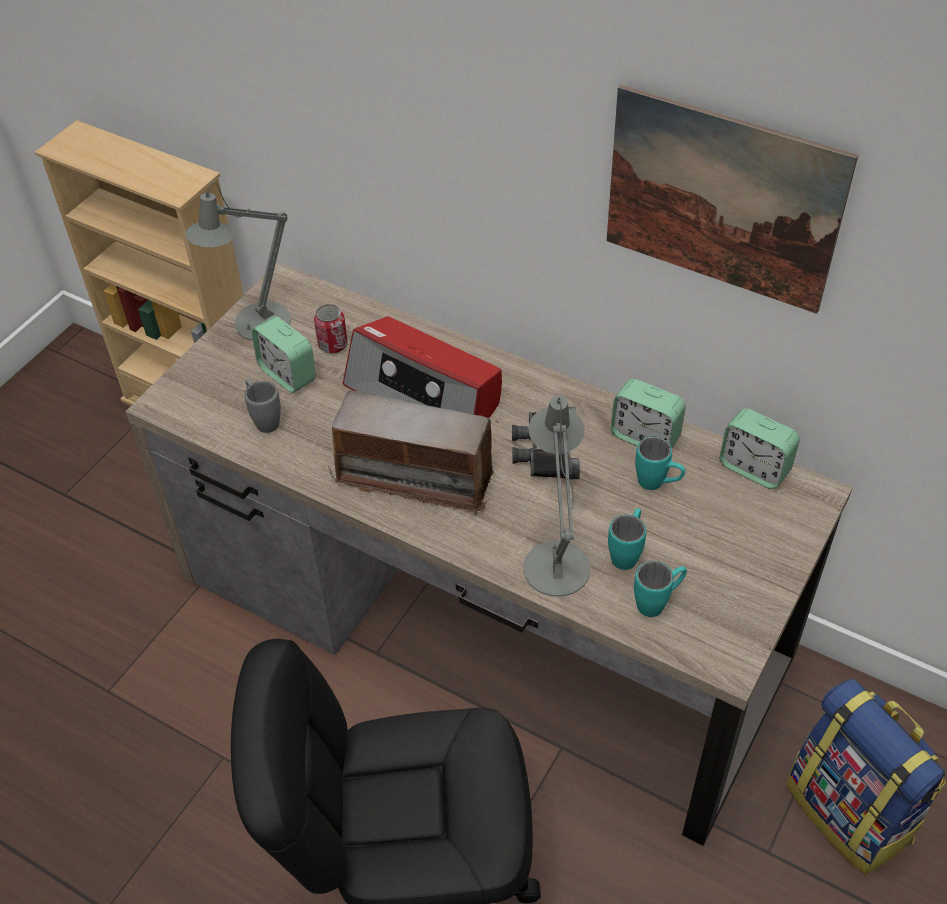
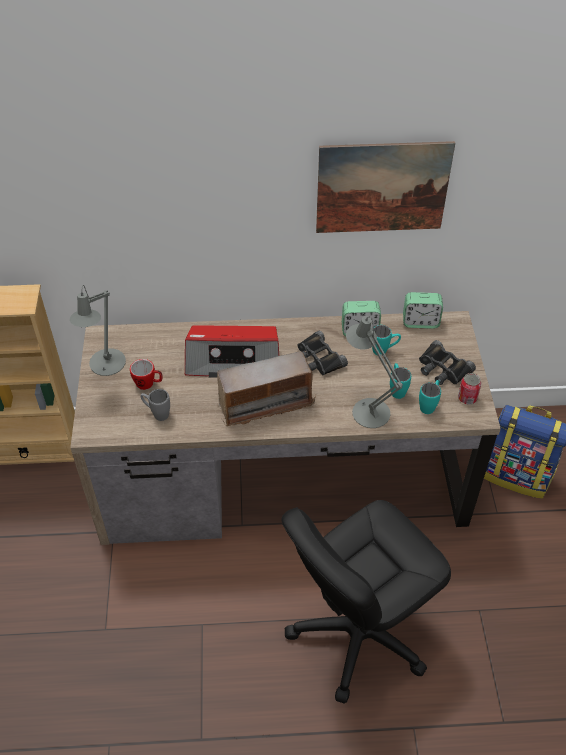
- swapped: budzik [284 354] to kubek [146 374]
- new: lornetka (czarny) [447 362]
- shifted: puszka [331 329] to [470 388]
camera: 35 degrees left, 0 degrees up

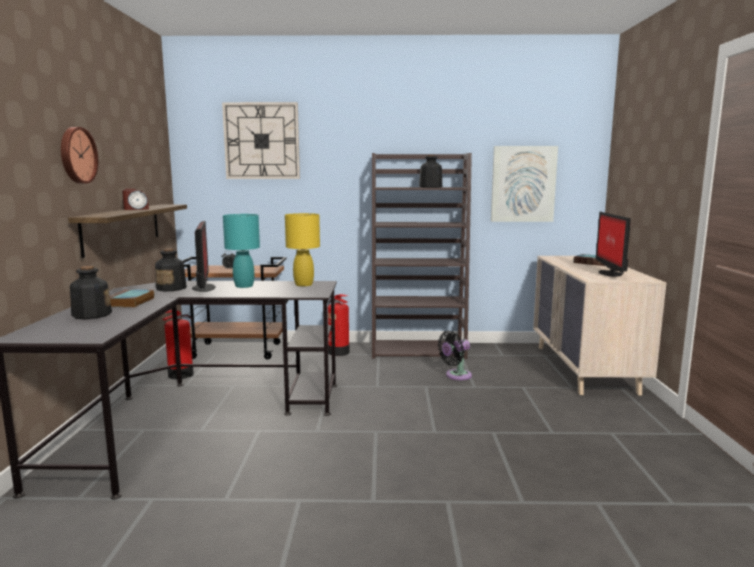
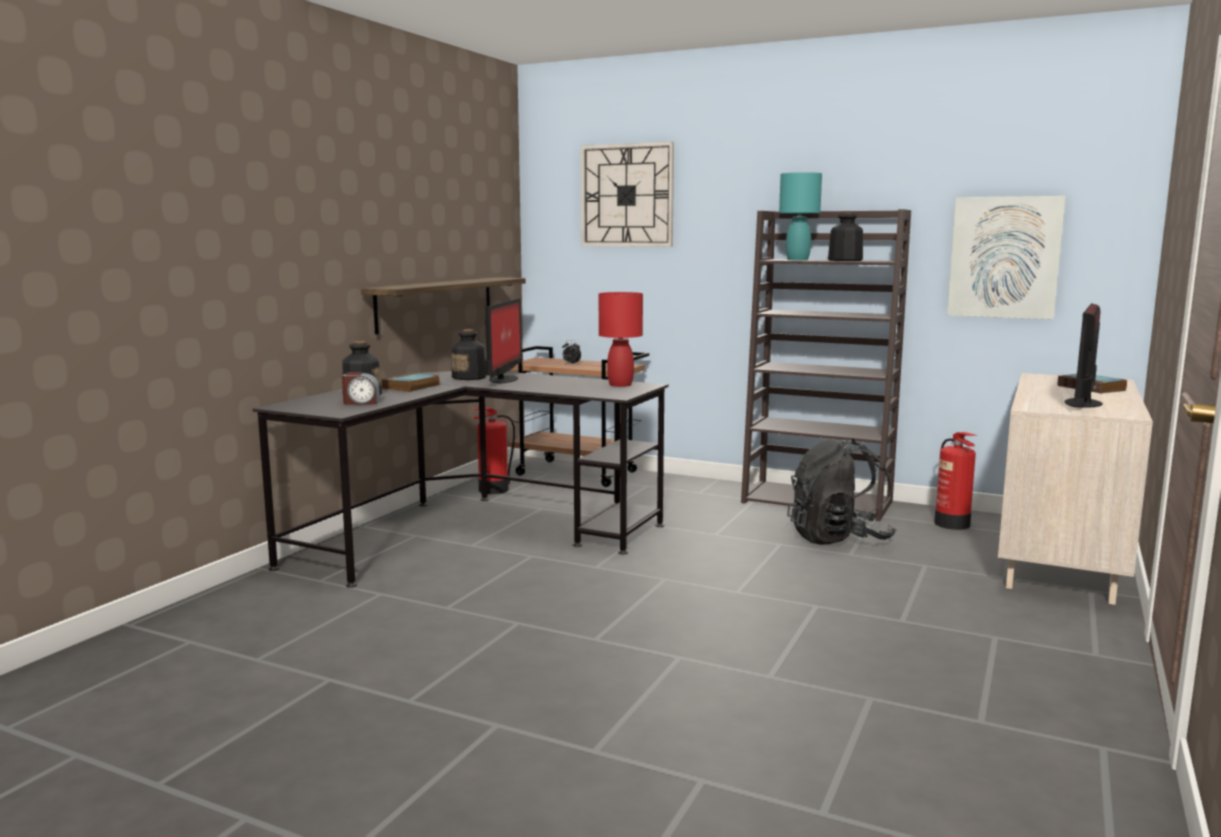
- shifted: budzik [135 199] to [361 388]
- repainted: lampa stołowa (żółty) [302 249] to lampa stołowa (czerwony) [621 339]
- shifted: lampa stołowa (turkusowy) [241 251] to [800 216]
- swapped: wentylator (czarny) [455 355] to plecak (czarny) [841 492]
- shifted: gaśnica [338 325] to [955 481]
- gone: zegar ścienny [80 155]
camera: 25 degrees right, 0 degrees up

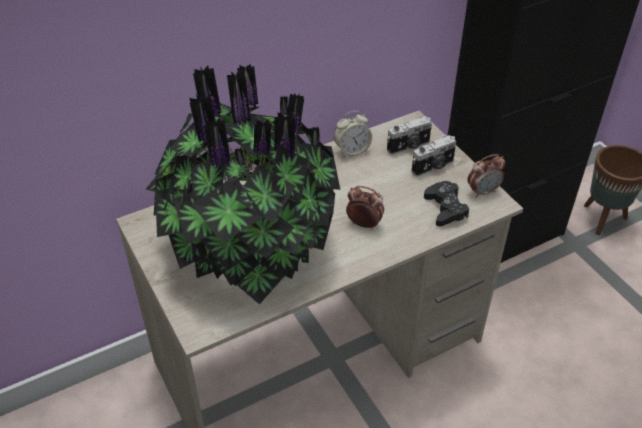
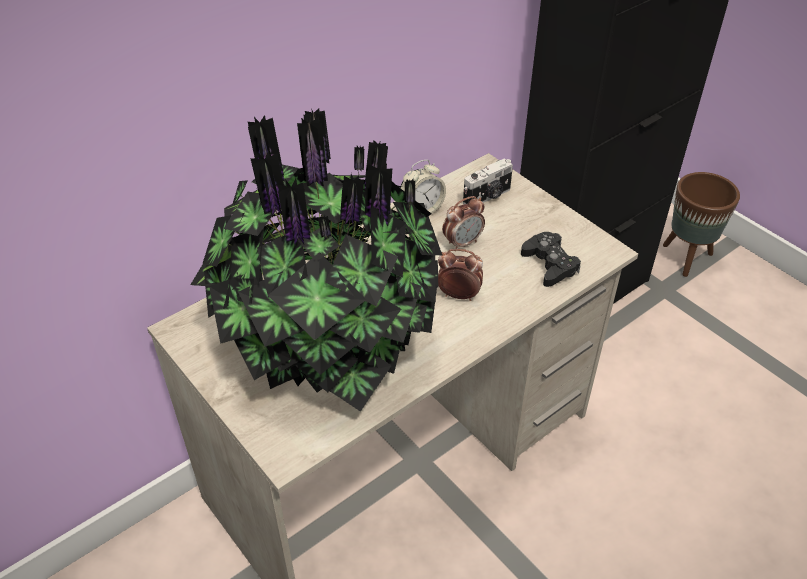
- shifted: budzik [486 176] to [463 222]
- gone: aparat fotograficzny [433 156]
camera: 10 degrees left, 0 degrees up

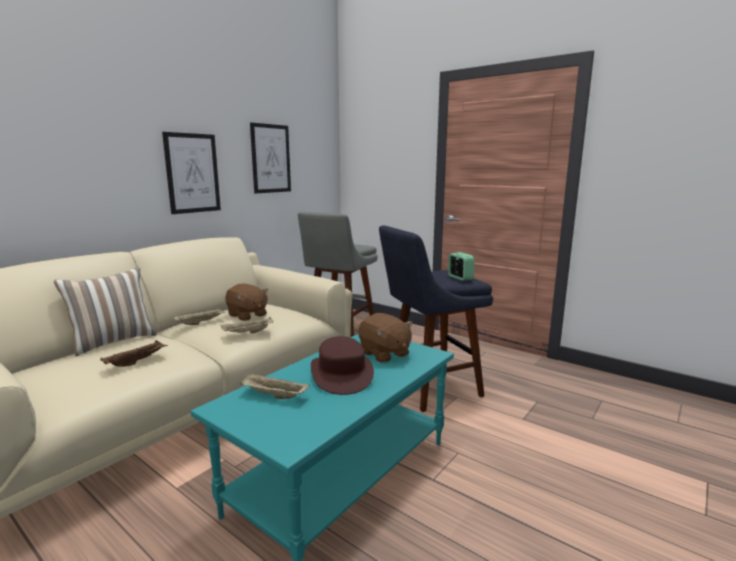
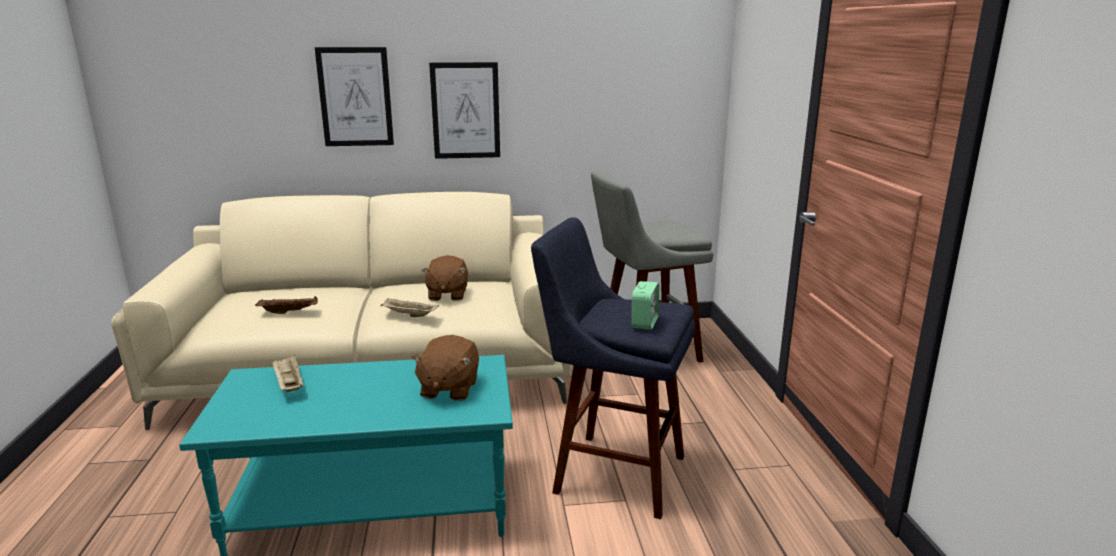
- shifted: obraz [270 158] to [354 96]
- gone: poduszka [105 311]
- gone: taca (beżowy) [199 316]
- gone: kapelusz (brązowy) [342 365]
camera: 45 degrees right, 5 degrees up

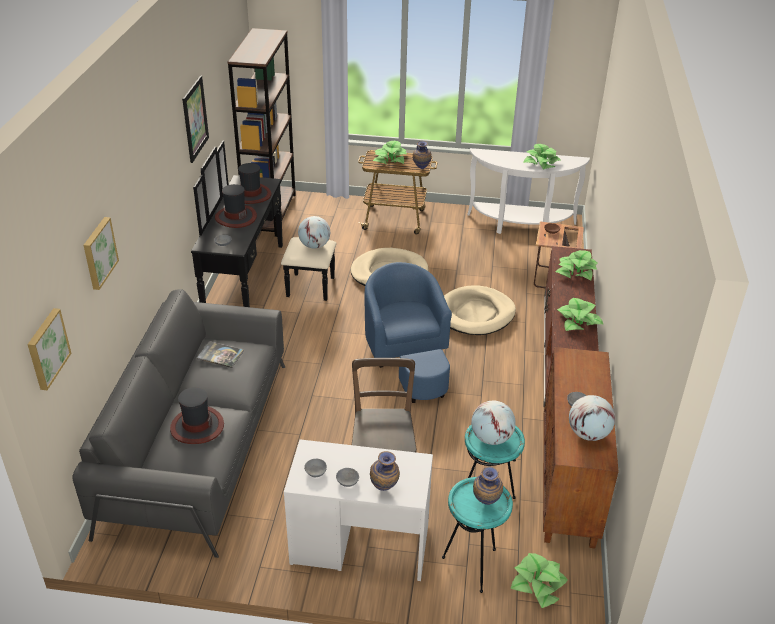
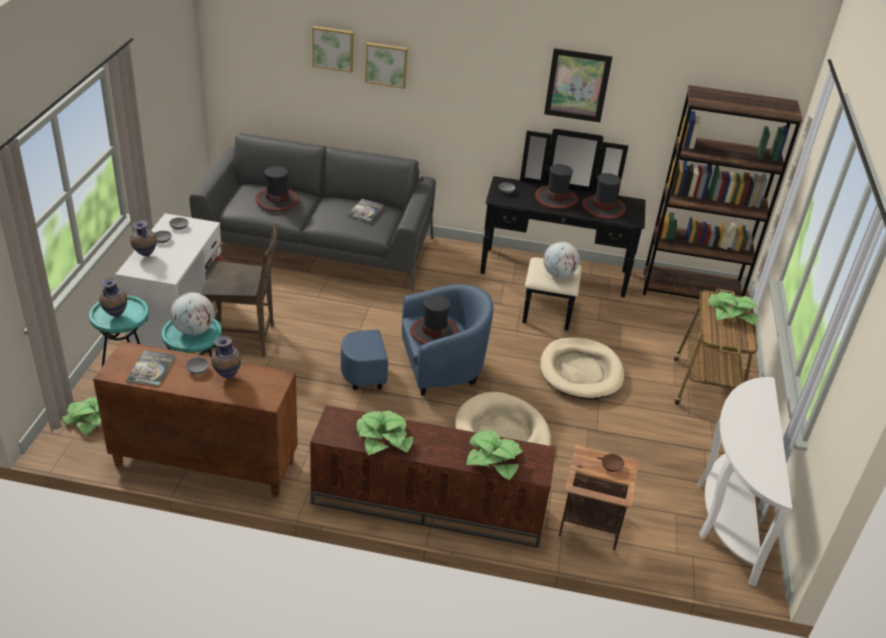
- swapped: globus [592 418] to książka [151 368]
- shifted: wazon [422 155] to [226 358]
- shifted: obraz [49 349] to [386 65]
- new: kapelusz [434 320]
- gone: roślina doniczkowa [542 156]
camera: 90 degrees right, 0 degrees up

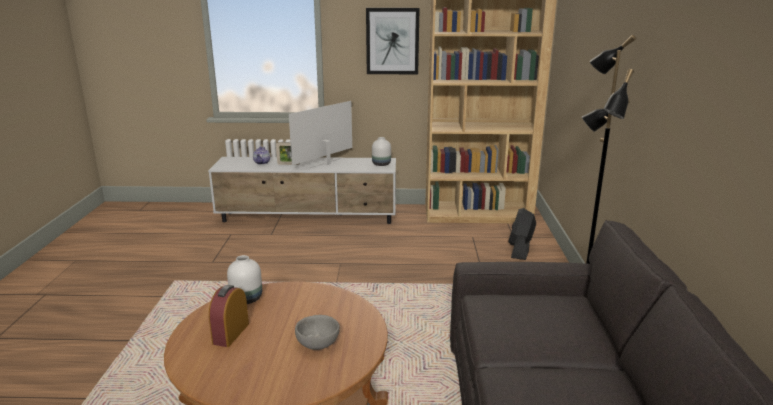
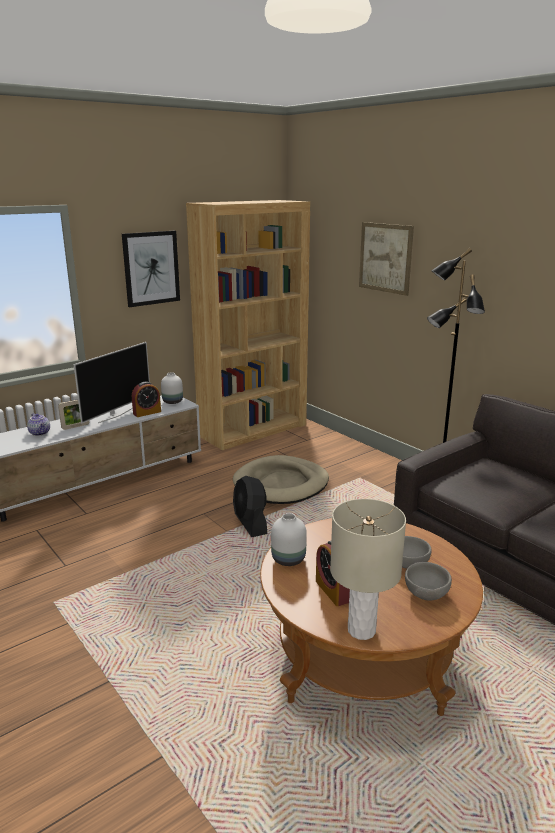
- rotated: telewizor [320 134] = [112 383] 150 degrees counterclockwise
- new: budzik [146 399]
- new: legowisko (beżowy) [281 479]
- shifted: wentylator (czarny) [522 234] to [250 506]
- new: lampa stołowa (beżowy) [368 569]
- new: obraz [386 259]
- new: miska (szary) [428 581]
camera: 40 degrees left, 0 degrees up

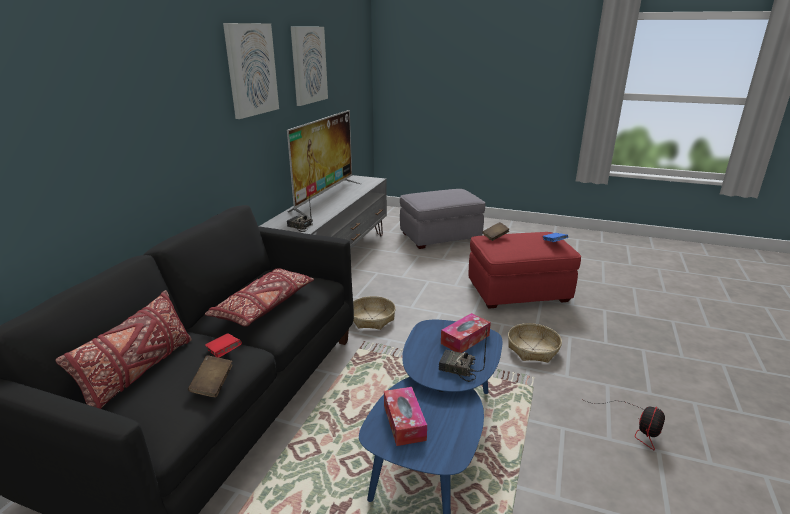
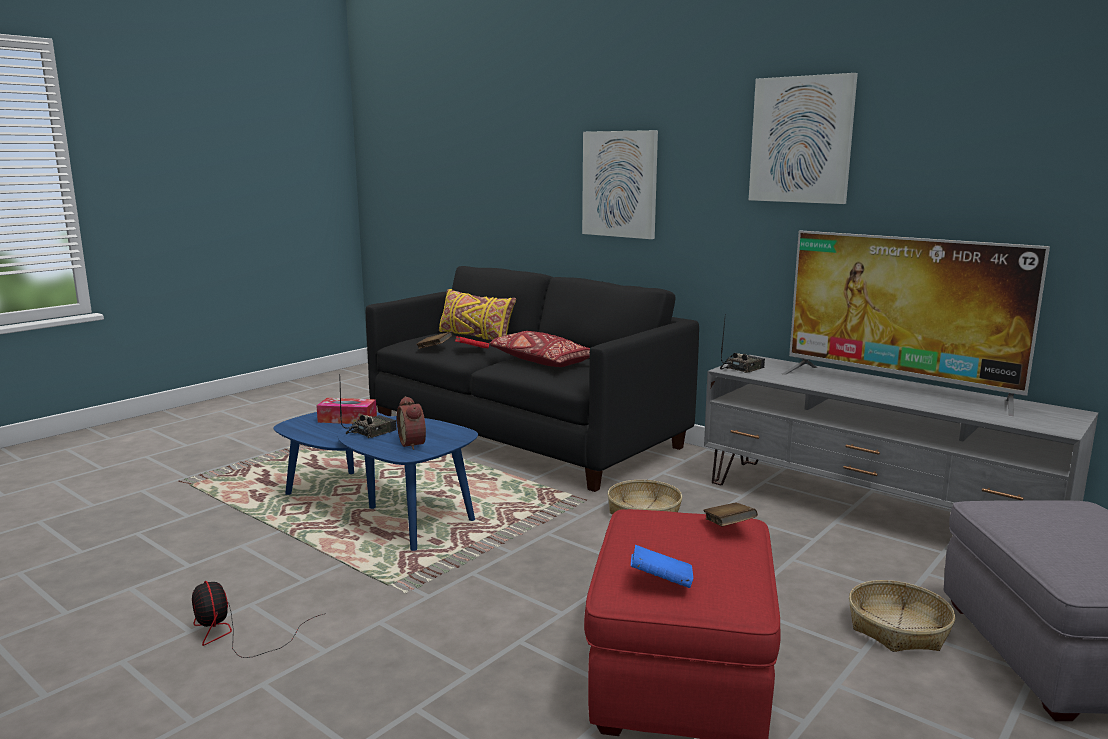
- swapped: pudełko chusteczek [466 333] to budzik [411 423]
- repainted: poduszka (czerwony) [123 349] to poduszka (żółty) [477 314]
- shifted: obraz [309 66] to [620 184]
- shifted: koszyk [535 343] to [902 616]
camera: 110 degrees right, 10 degrees down

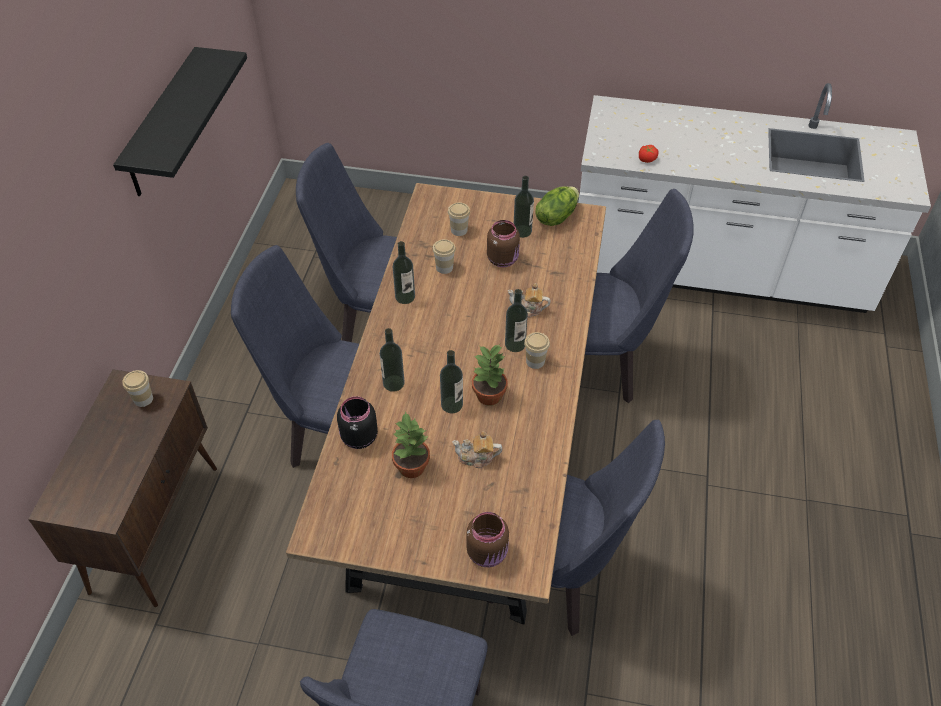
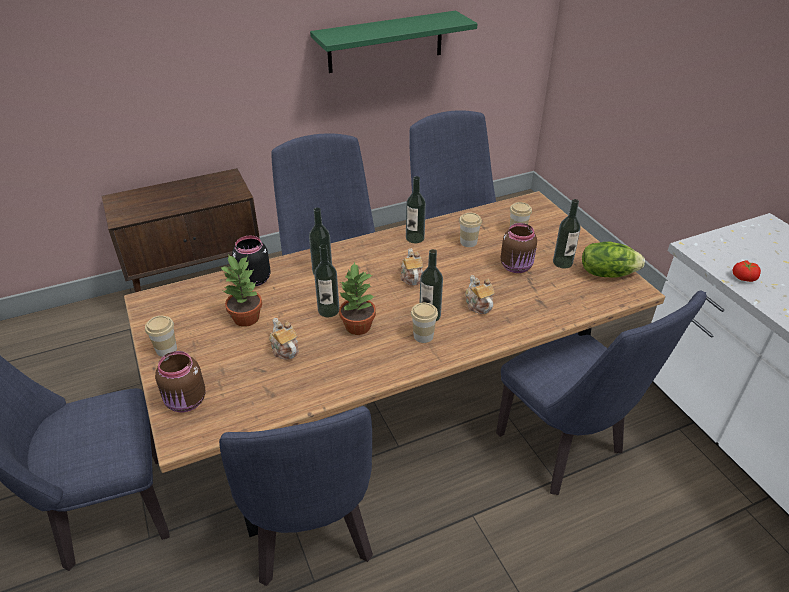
- shifted: filiżanka [137 388] to [161 336]
- repainted: półka (czarny) [180 121] to półka (zielony) [394 42]
- new: imbryk [411 266]
camera: 55 degrees right, 10 degrees down

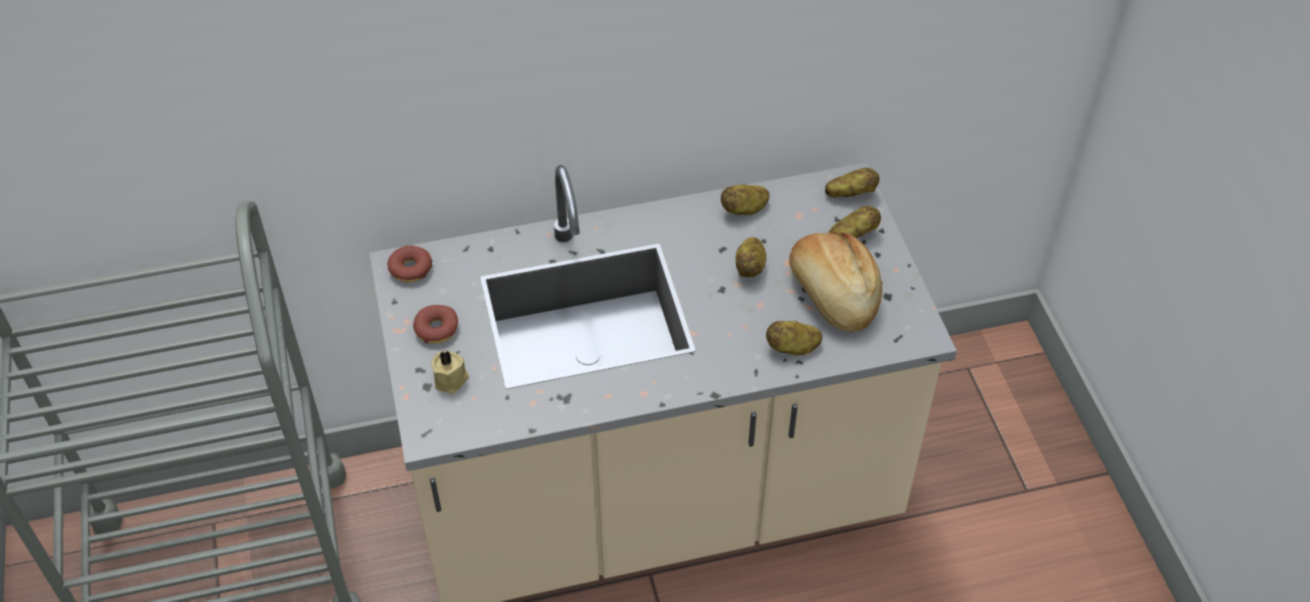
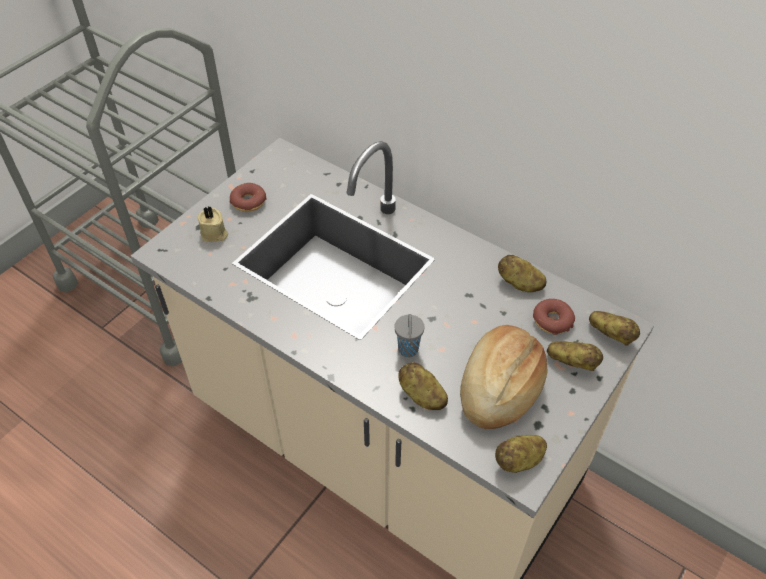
- new: filiżanka (szary) [409 335]
- shifted: ziemniak [751 257] to [521 454]
- shifted: donut [409 264] to [554 317]
camera: 50 degrees right, 0 degrees up

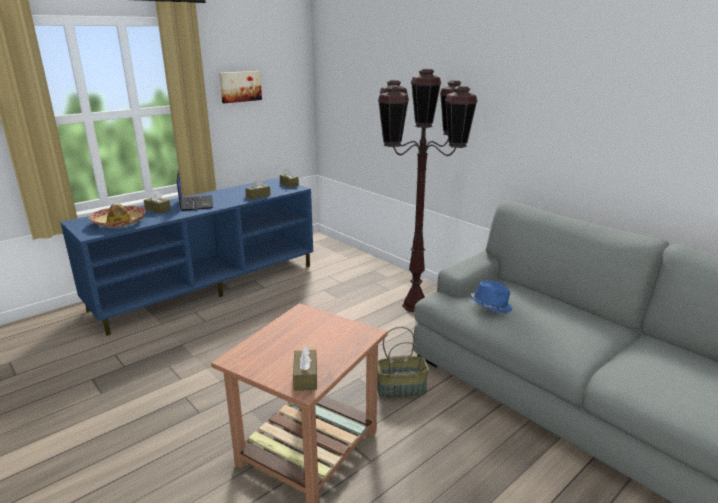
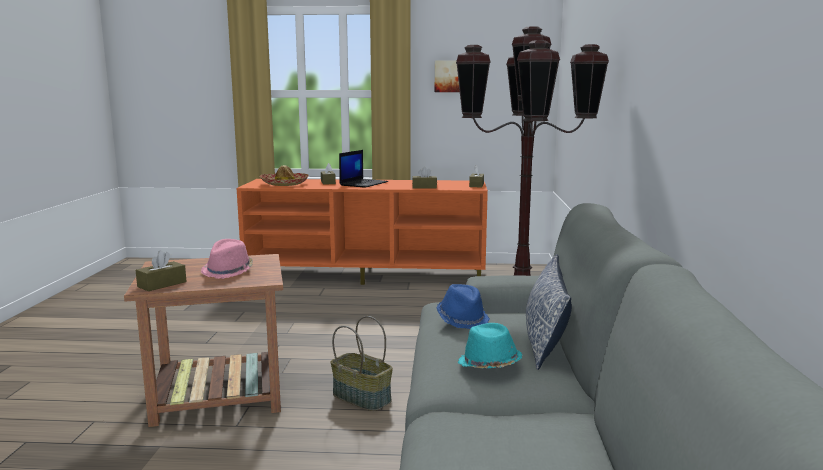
- new: kapelusz (różowy) [227 259]
- repainted: szafka pod telewizor (niebieski) [186 257] to szafka pod telewizor (pomarańczowy) [362 232]
- new: kapelusz (turkusowy) [490 345]
- new: poduszka [549 312]
camera: 45 degrees right, 10 degrees down

